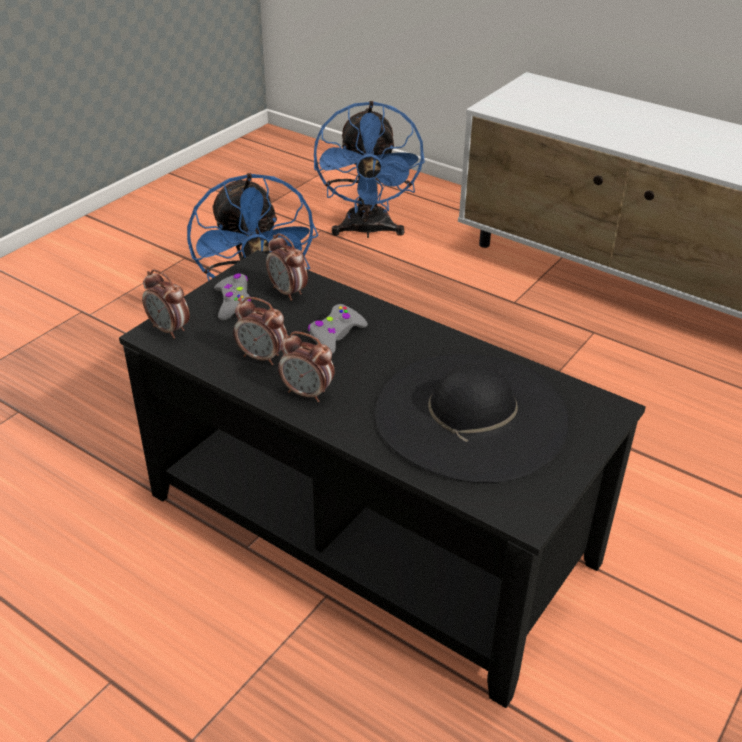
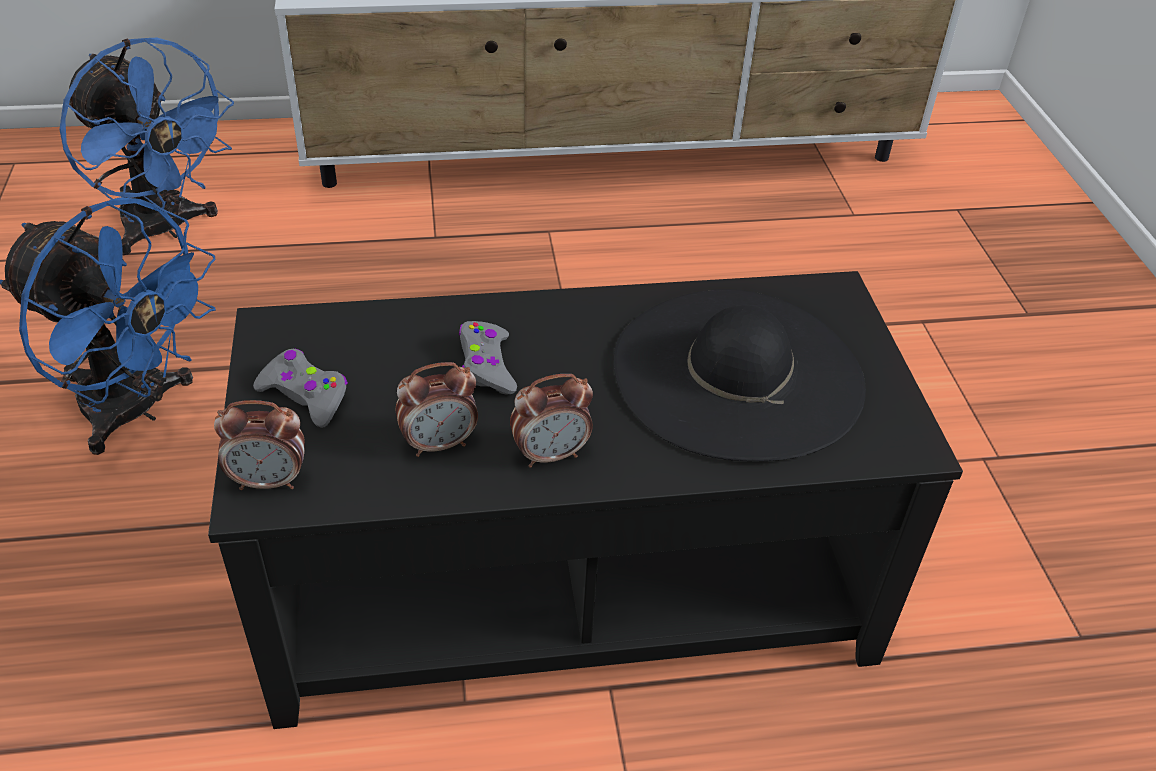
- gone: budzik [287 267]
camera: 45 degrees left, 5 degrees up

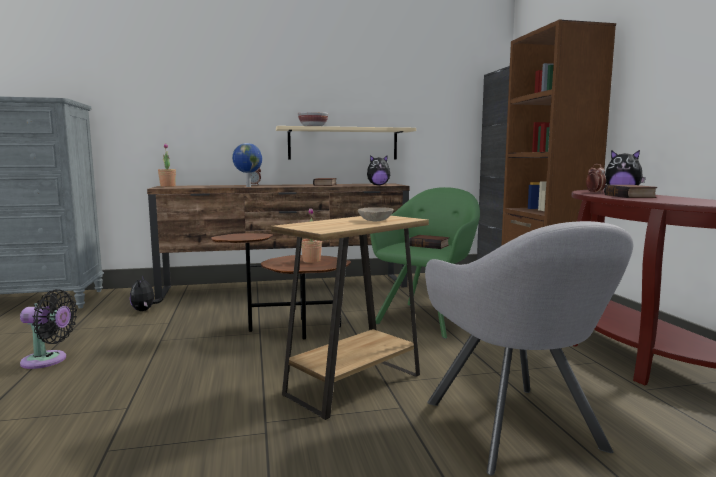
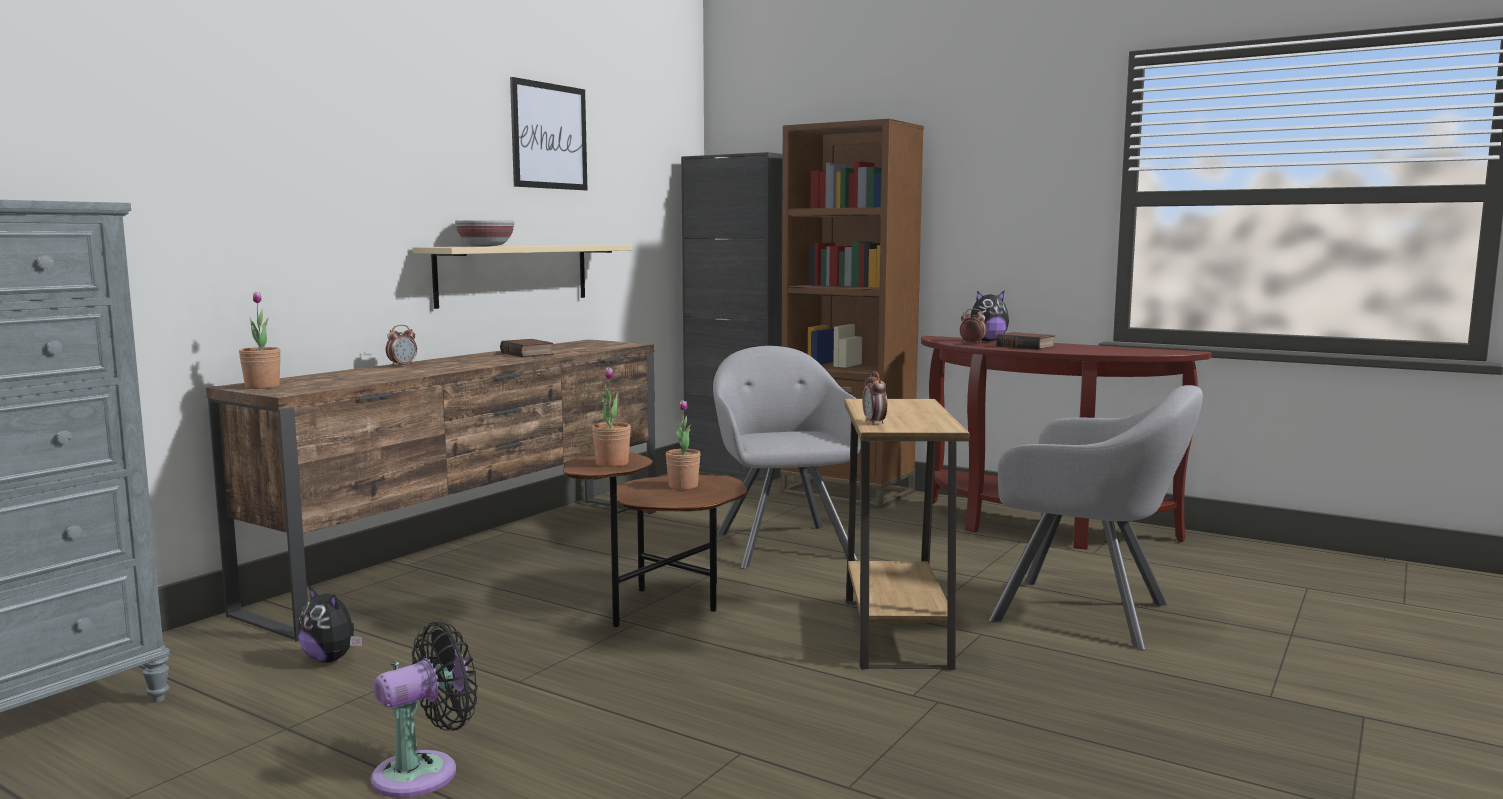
- new: obraz [548 133]
- new: roślina doniczkowa [611 417]
- repainted: fotel (zielony) [425 263] to fotel (szary) [787 457]
- new: budzik [875 398]
- gone: globus [247 165]
- gone: miska (beżowy) [376 214]
- gone: pluszak [379 170]
- gone: książka [429 242]
camera: 45 degrees left, 0 degrees up

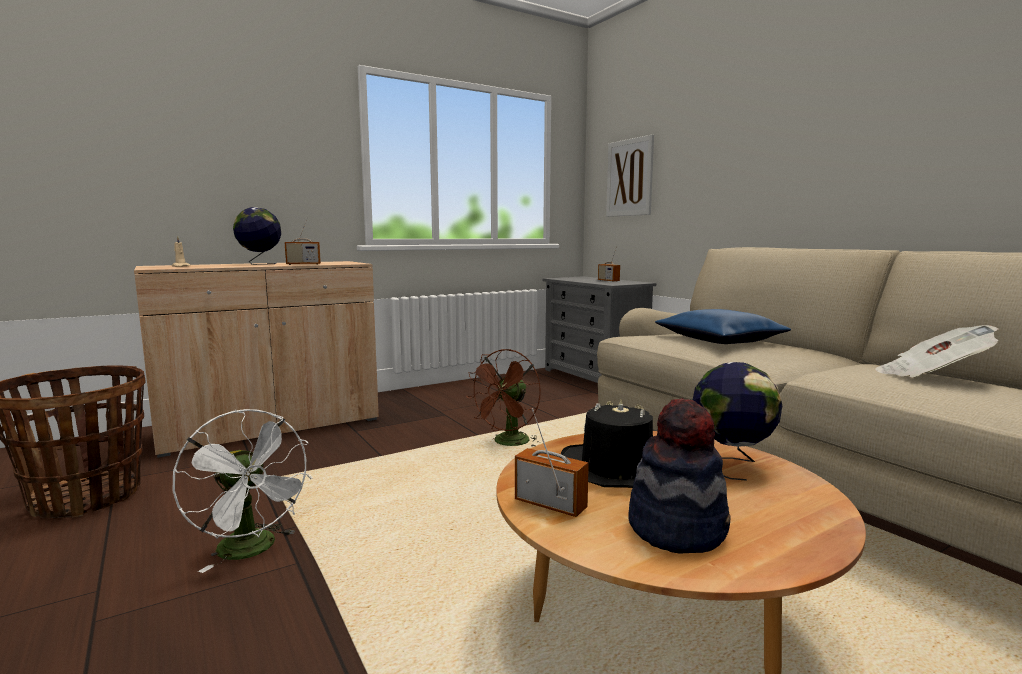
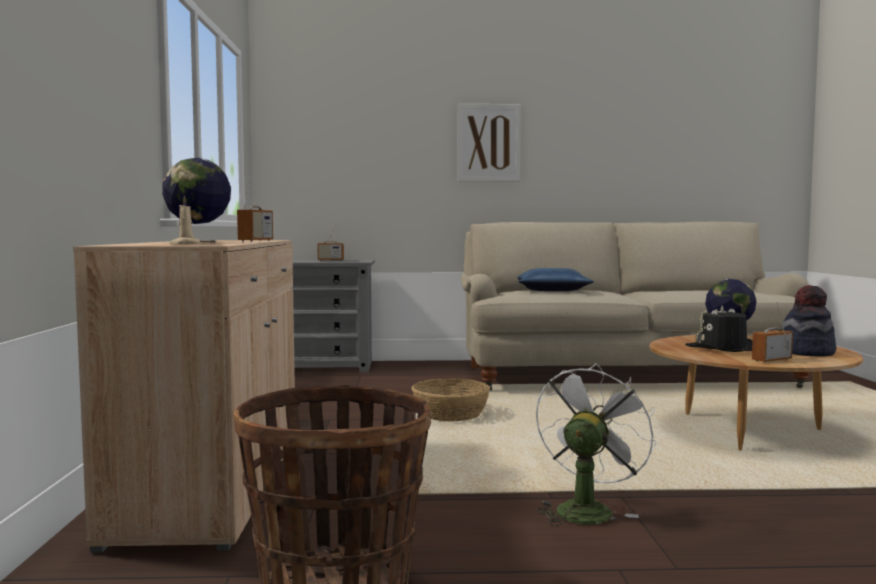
- swapped: wentylator (brązowy) [503 397] to koszyk [450 399]
- shifted: obraz [630 175] to [489 142]
- rotated: wentylator (biały) [242 491] = [596 444] 45 degrees counterclockwise
- gone: gazeta [937 351]
camera: 60 degrees left, 5 degrees down

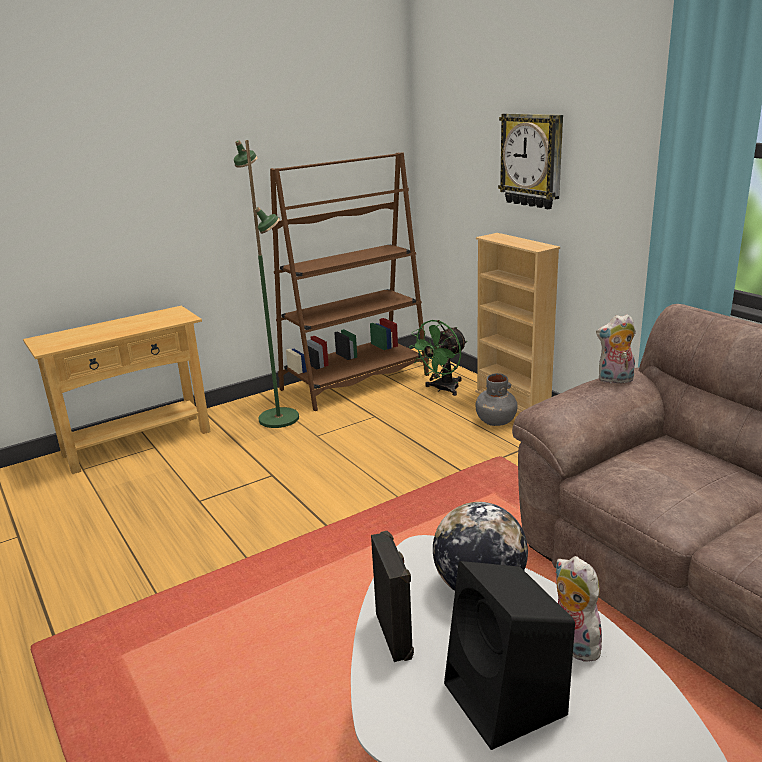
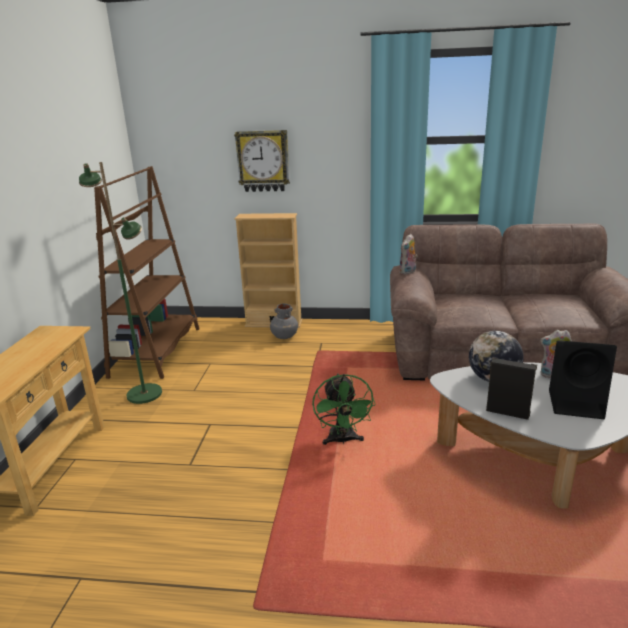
- shifted: wentylator (zielony) [438 358] to [344 409]
camera: 50 degrees left, 0 degrees up

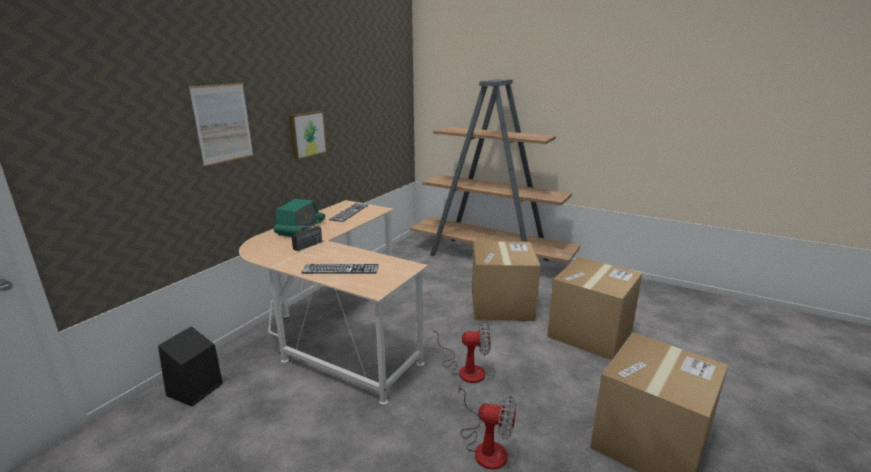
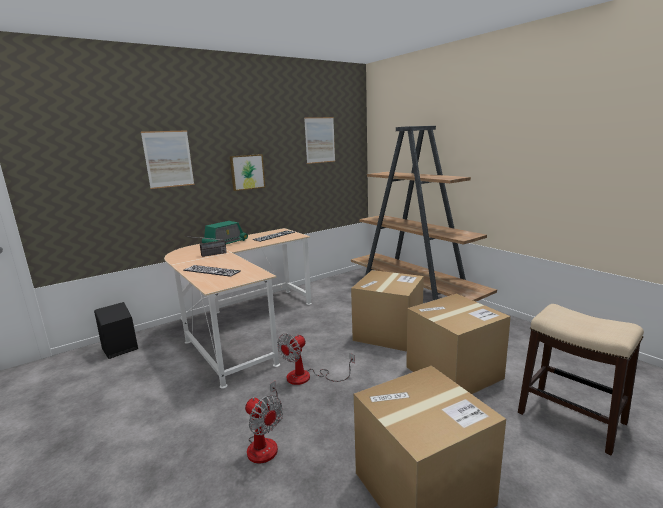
- rotated: wentylator [462 352] = [316 359] 105 degrees clockwise
- new: obraz [319 140]
- new: stołek [581 379]
camera: 25 degrees right, 5 degrees down

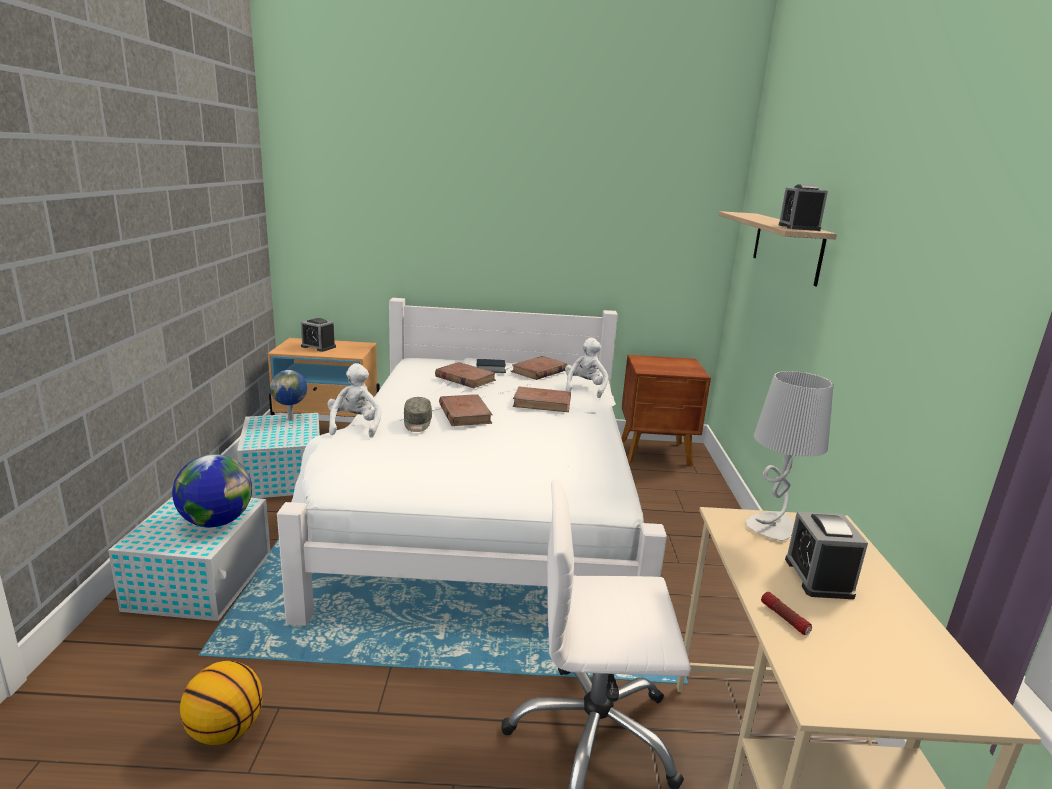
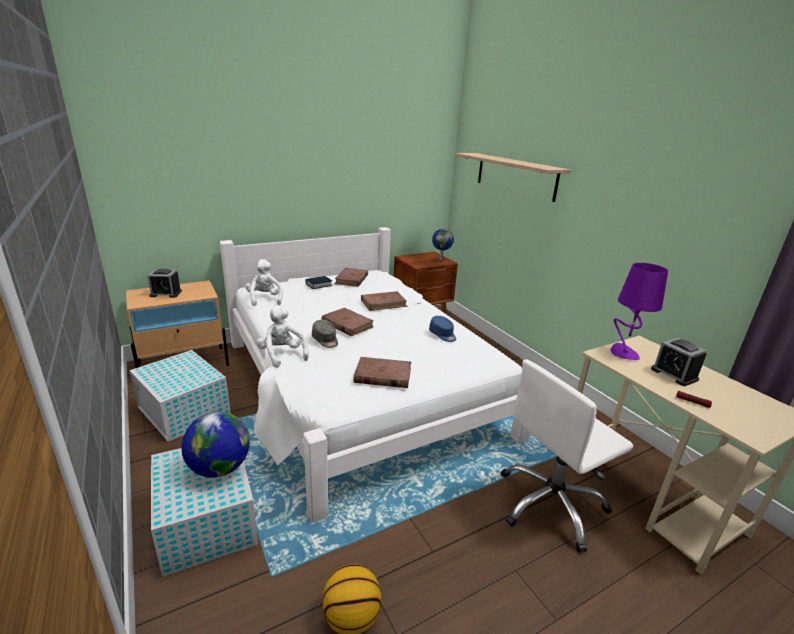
- shifted: pluszak (biały) [586 368] to [264 282]
- shifted: książka (brązowy) [465 375] to [382 372]
- new: czapka z daszkiem (niebieski) [442 329]
- shifted: globus [288 395] to [443 244]
- repainted: lampa stołowa (szary) [789 456] to lampa stołowa (fioletowy) [639 311]
- gone: budzik [803 207]
camera: 30 degrees left, 5 degrees up

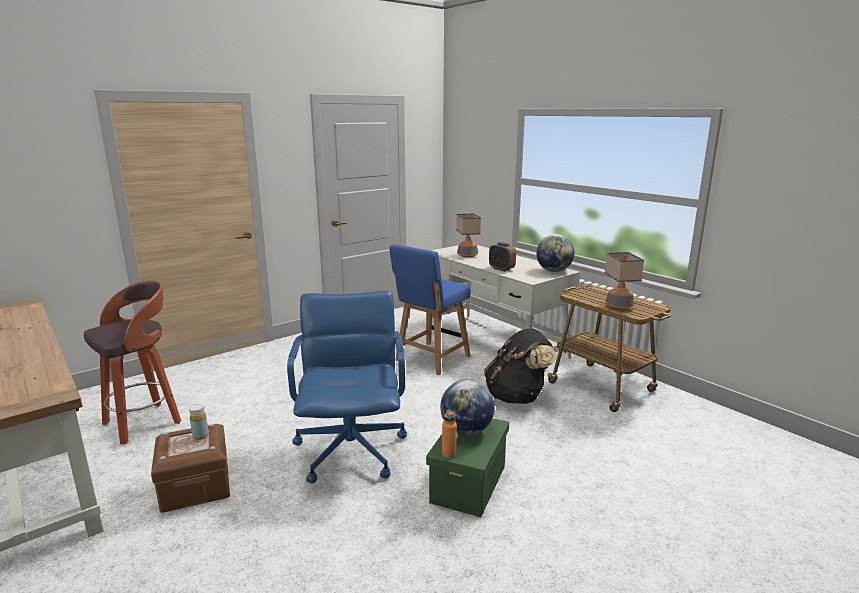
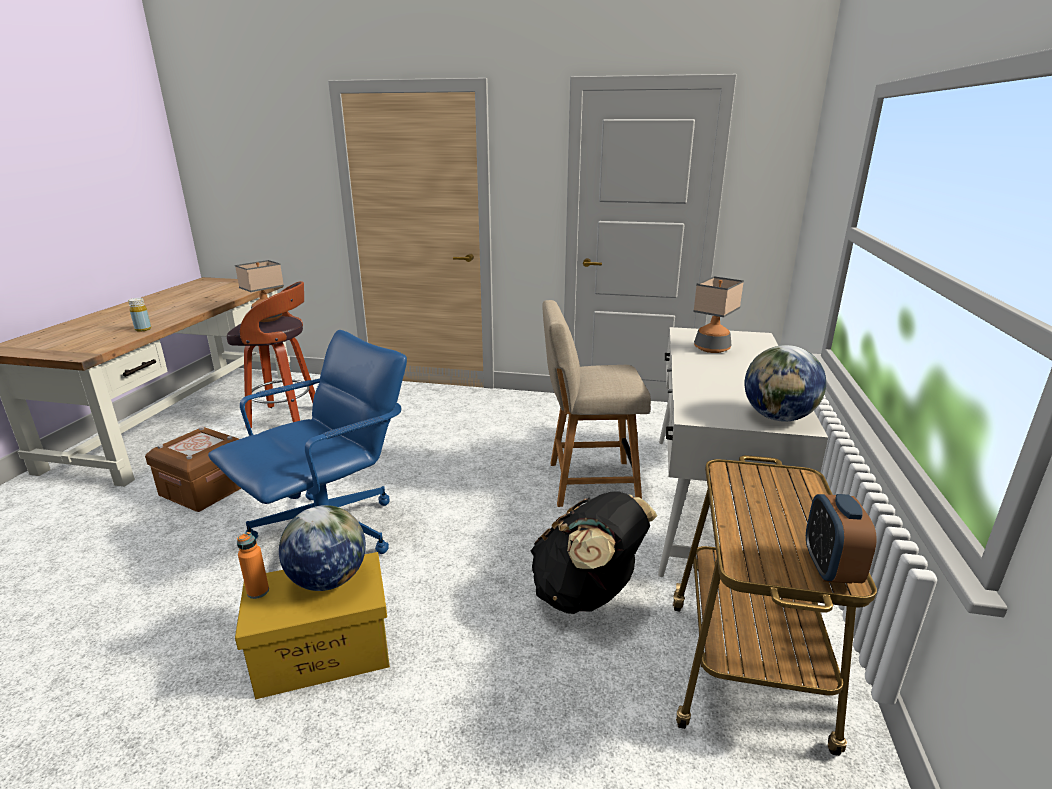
- shifted: butelka (żółty) [199 422] to [139 315]
- shifted: lampa stołowa [624 280] to [259 291]
- repainted: pojemnik do przechowywania (zielony) [467 468] to pojemnik do przechowywania (żółty) [312 625]
- repainted: krzesło (niebieski) [429 309] to krzesło (beżowy) [596 403]
- shifted: budzik [502 257] to [841 539]
camera: 50 degrees right, 5 degrees up

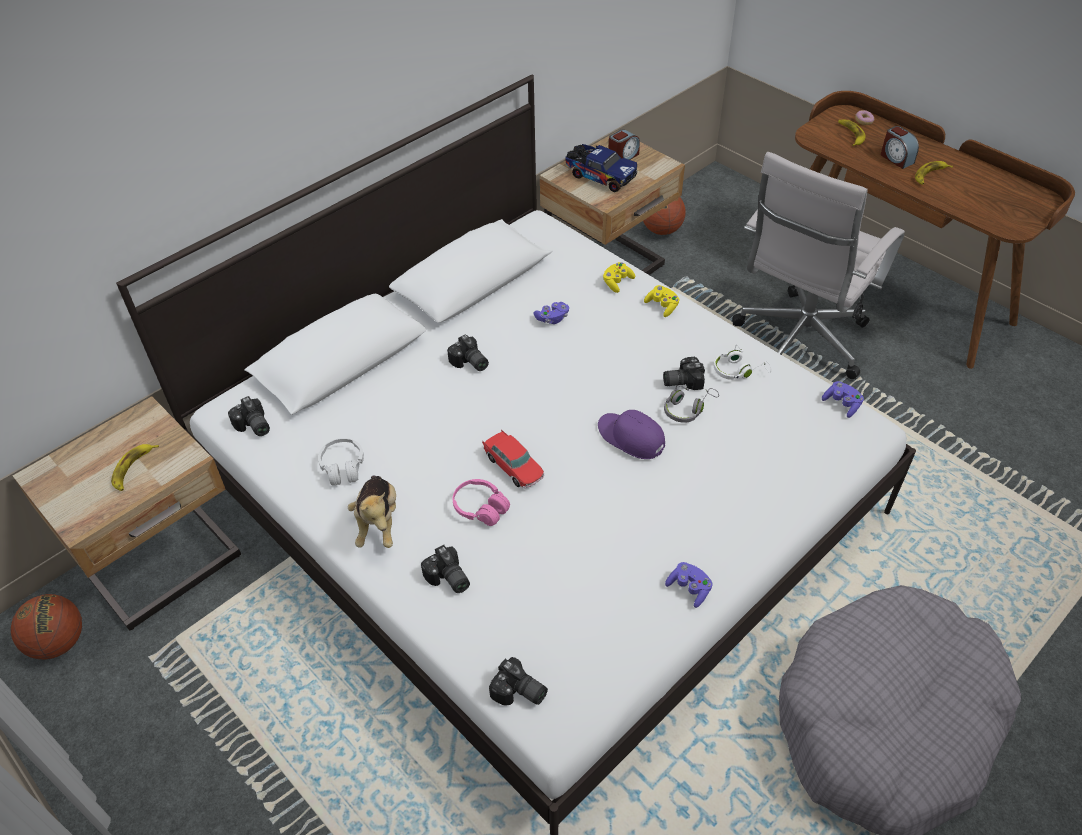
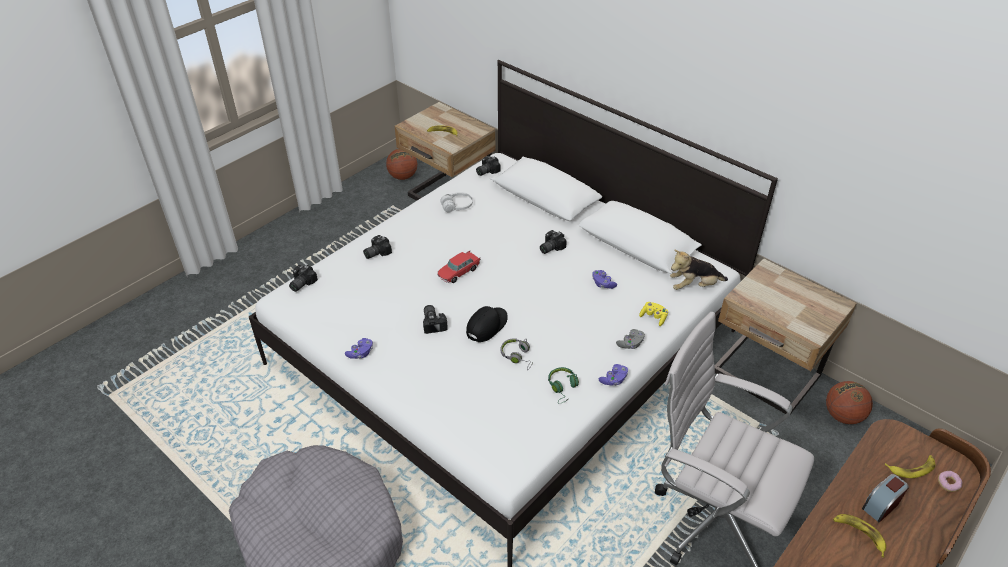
- shifted: aparat fotograficzny [684 373] to [435 319]
- repainted: czapka z daszkiem (fioletowy) [631 434] to czapka z daszkiem (czarny) [487 324]
- repainted: słuchawki (biały) [742 362] to słuchawki (zielony) [563 385]
- shifted: pad do gier (fioletowy) [843 399] to [613 375]
- repainted: pad do gier (żółty) [662 301] to pad do gier (szary) [630 339]
- shifted: pluszak [372 512] to [699 270]
- gone: słuchawki (różowy) [481 502]
- gone: ciężarówka zabawkowa [601 168]
- gone: budzik [624 144]
camera: 85 degrees right, 5 degrees down

